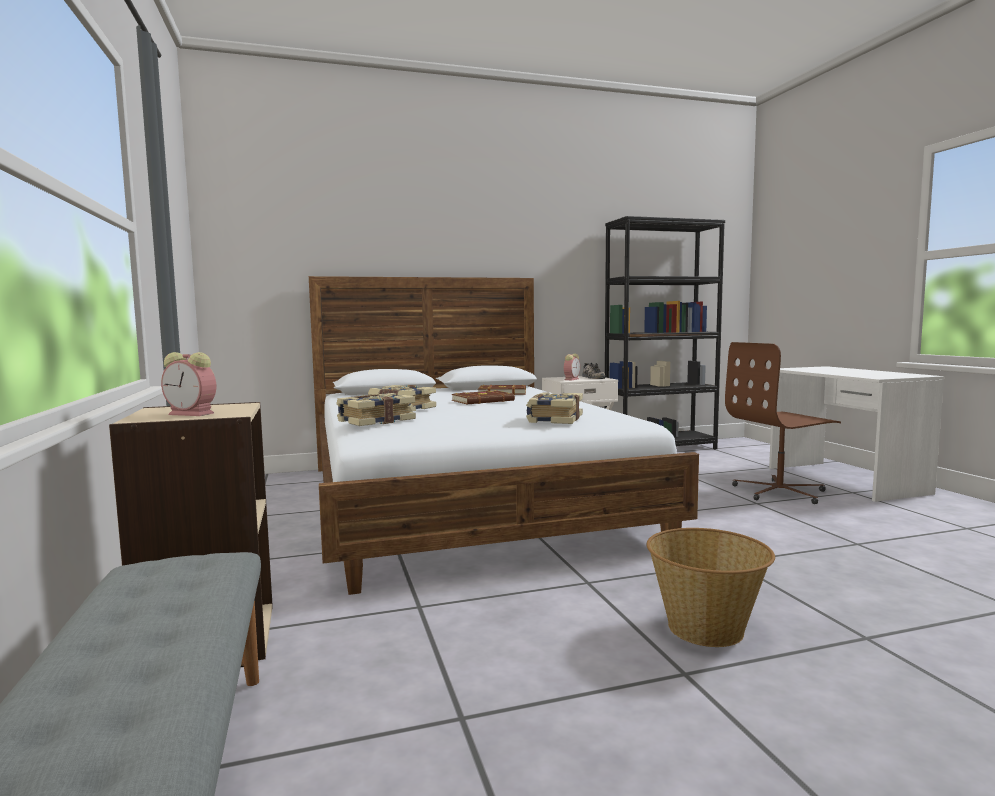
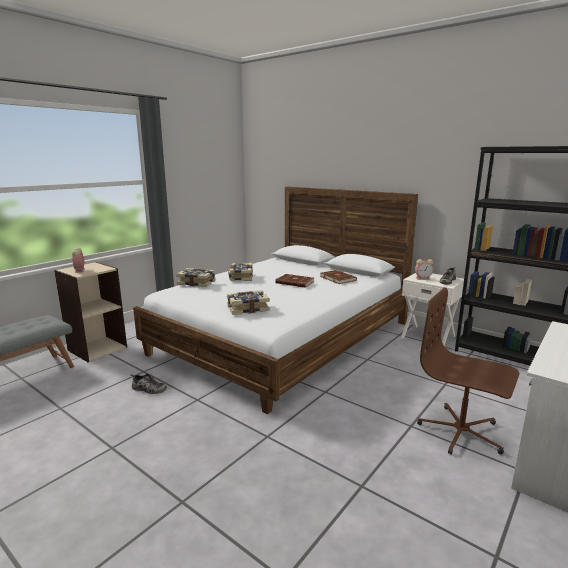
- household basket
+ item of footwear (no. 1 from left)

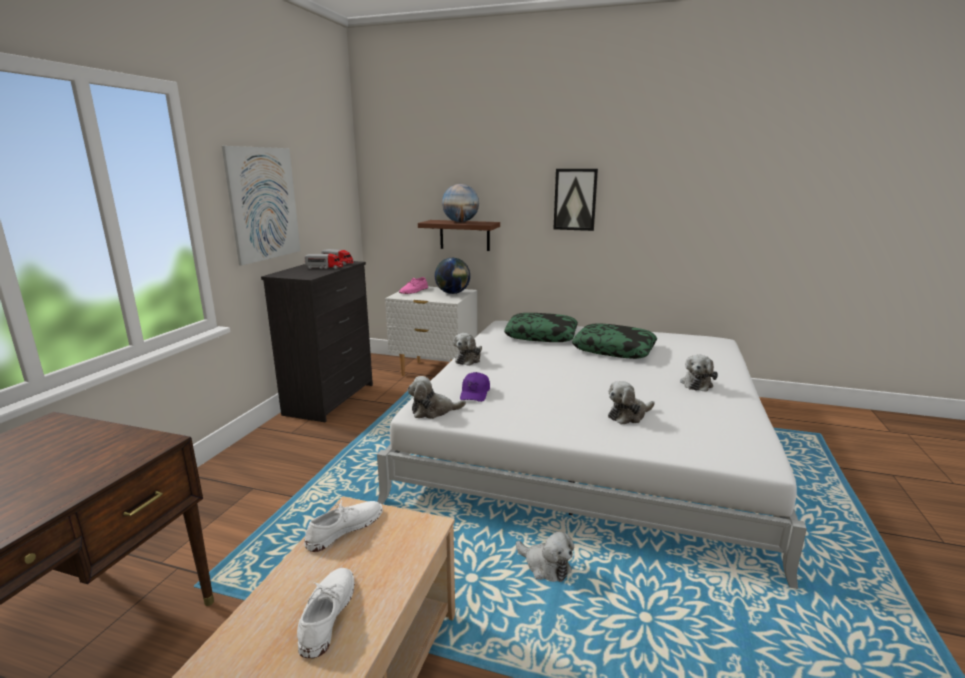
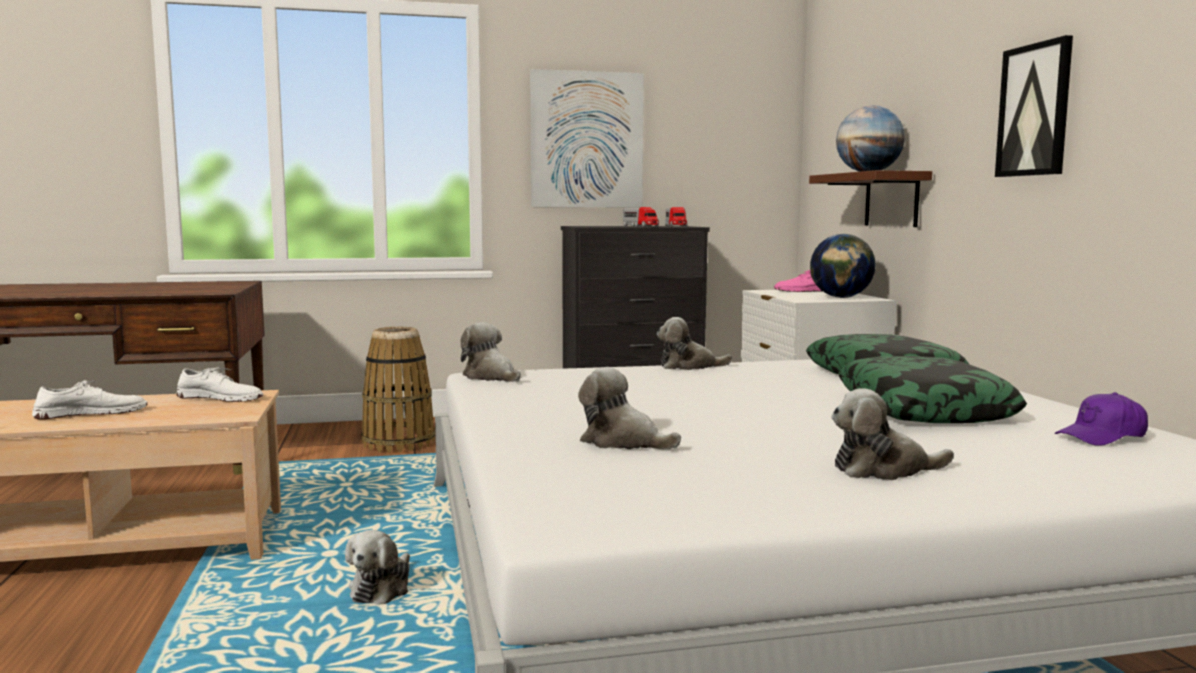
~ purple peaked cap
+ household basket

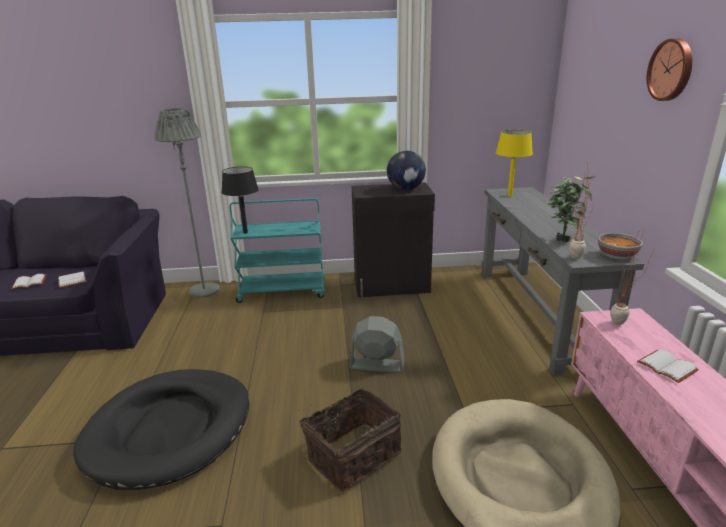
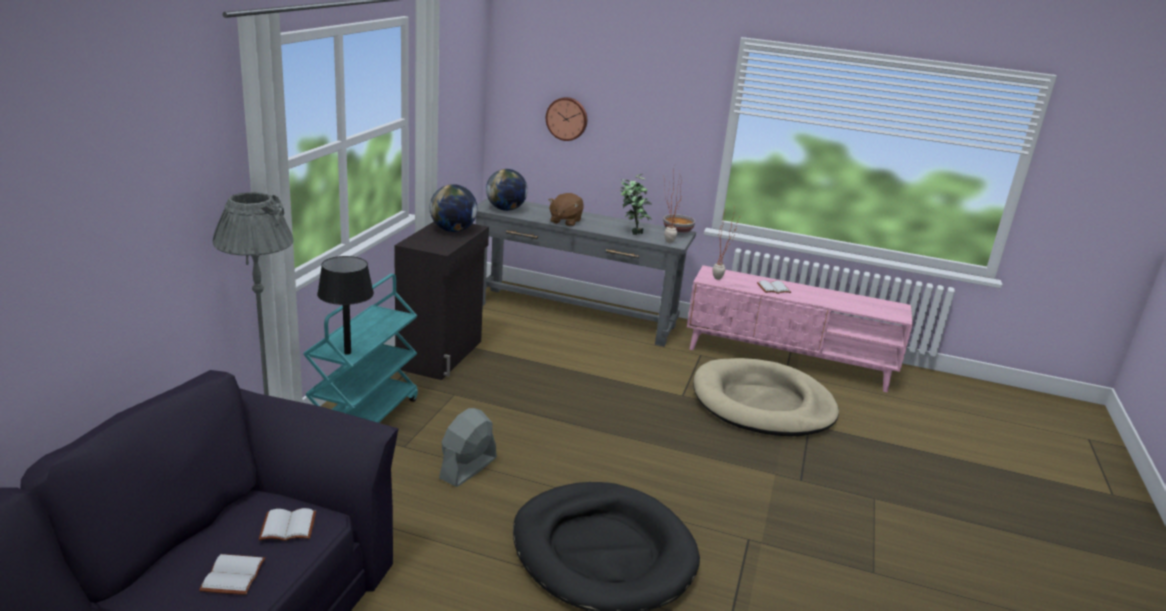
~ clock on the wall
~ yellowish lamp for a table to desk globe (no. 2 from left)
~ grey fan
- household basket
+ brownish cuddly toy

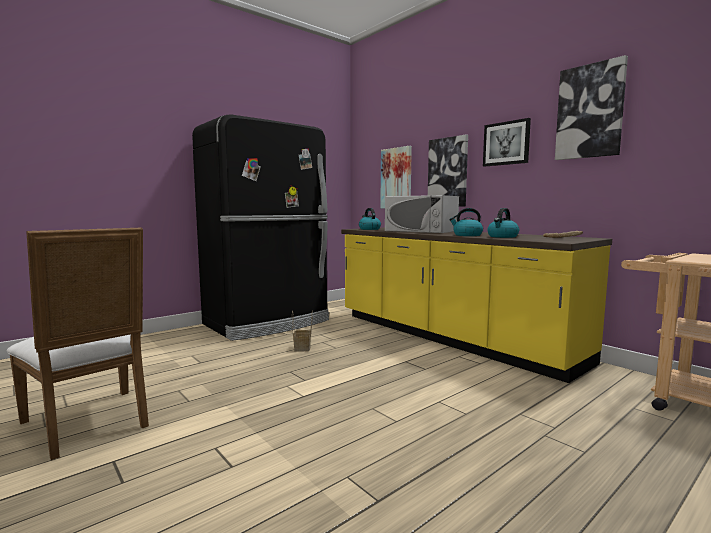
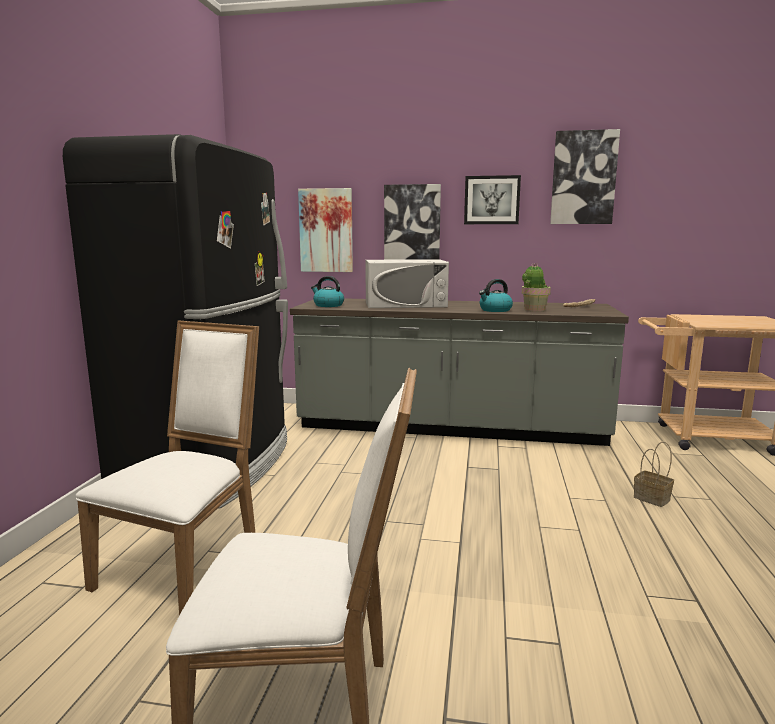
~ water kettle (no. 3 from left) to potted plant
~ yellowish kitchen counter to grey kitchen counter
~ household basket
+ white upright chair (no. 1 from left)

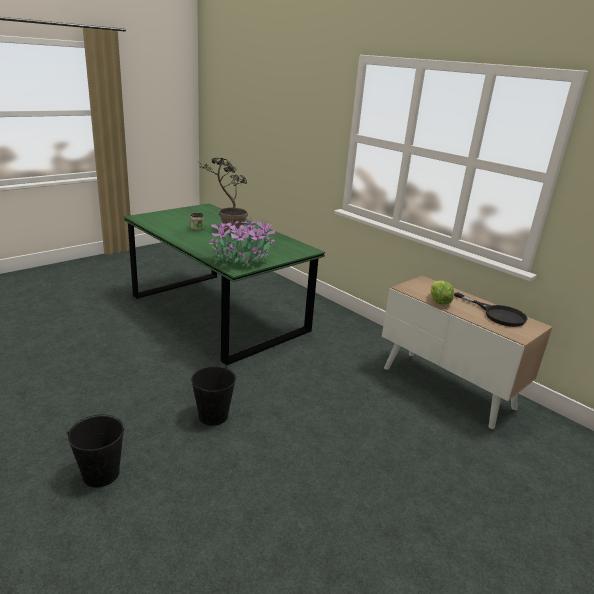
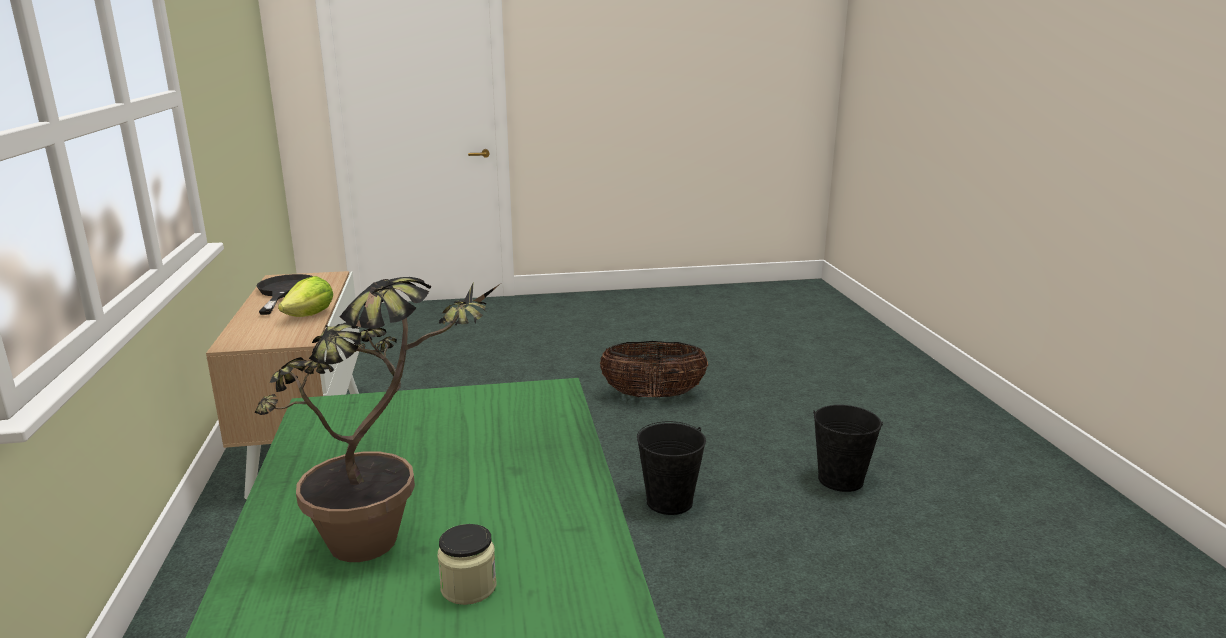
- potted plant (no. 2 from left)
+ household basket

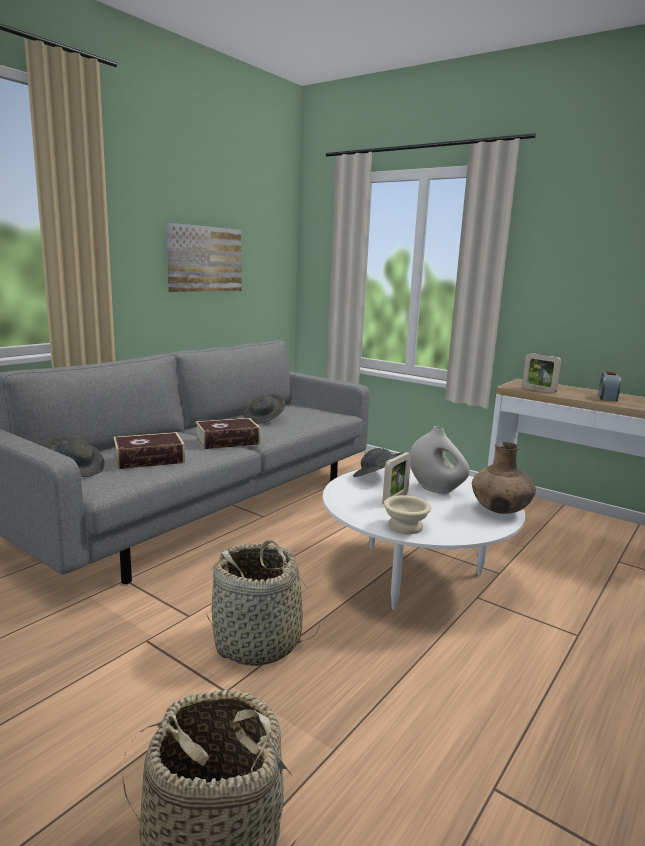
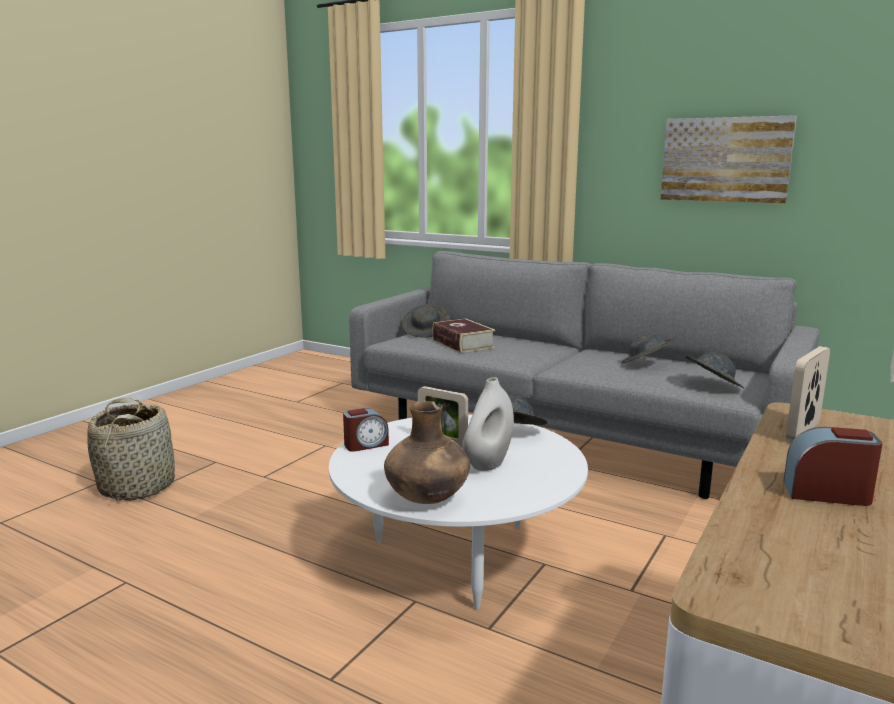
- bound book (no. 2 from left)
~ beige serving bowl to bedside clock (no. 1 from left)
- household basket (no. 2 from left)
+ grey clothing hat (no. 4 from left)

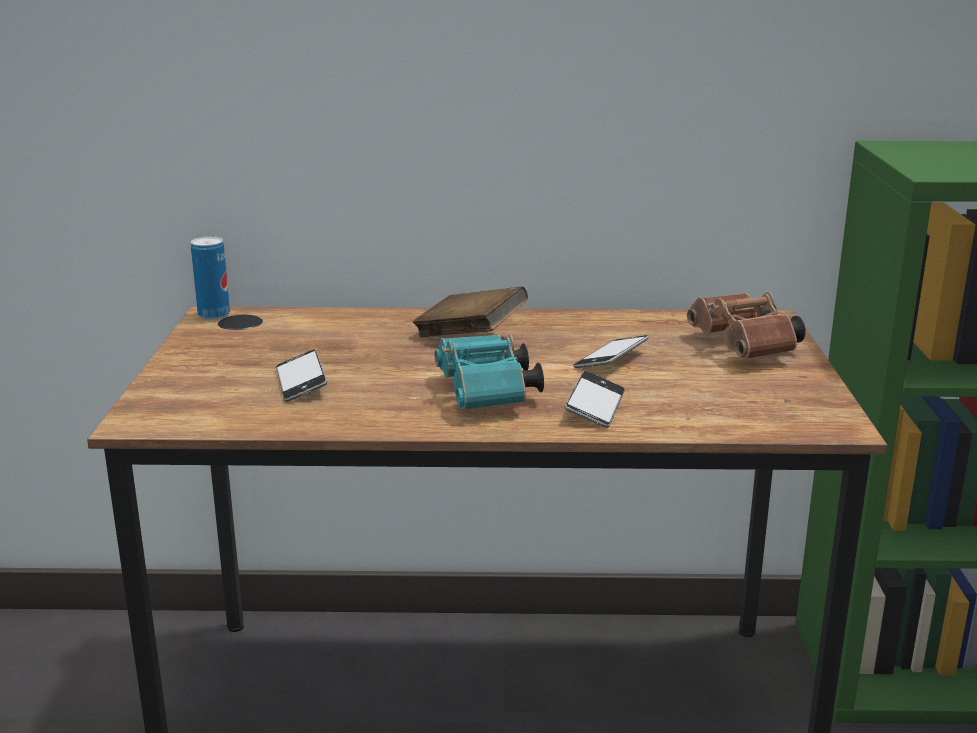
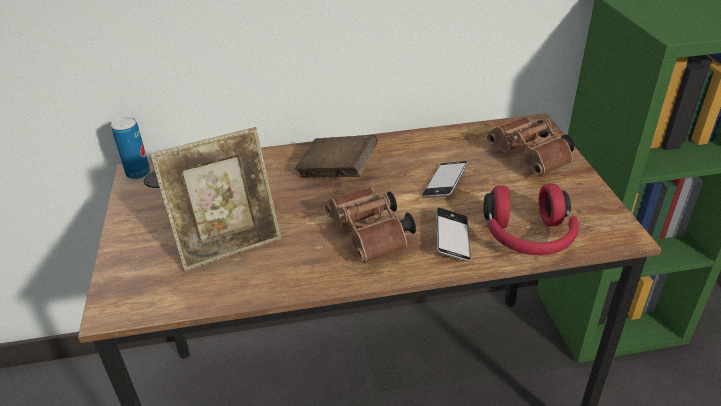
~ blue-green binoculars to brownish binoculars (no. 1 from left)
~ phone (no. 1 from left) to standing frame
+ red headphones

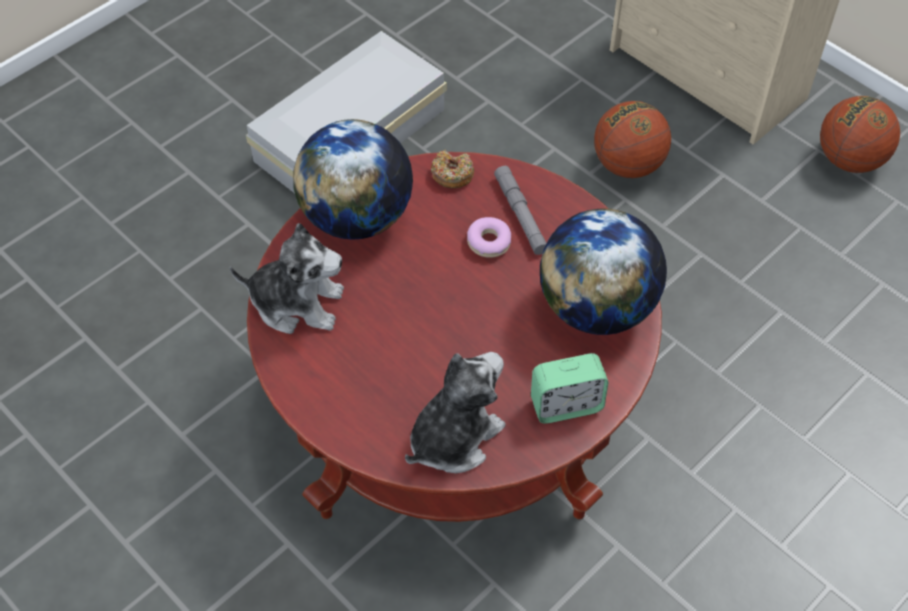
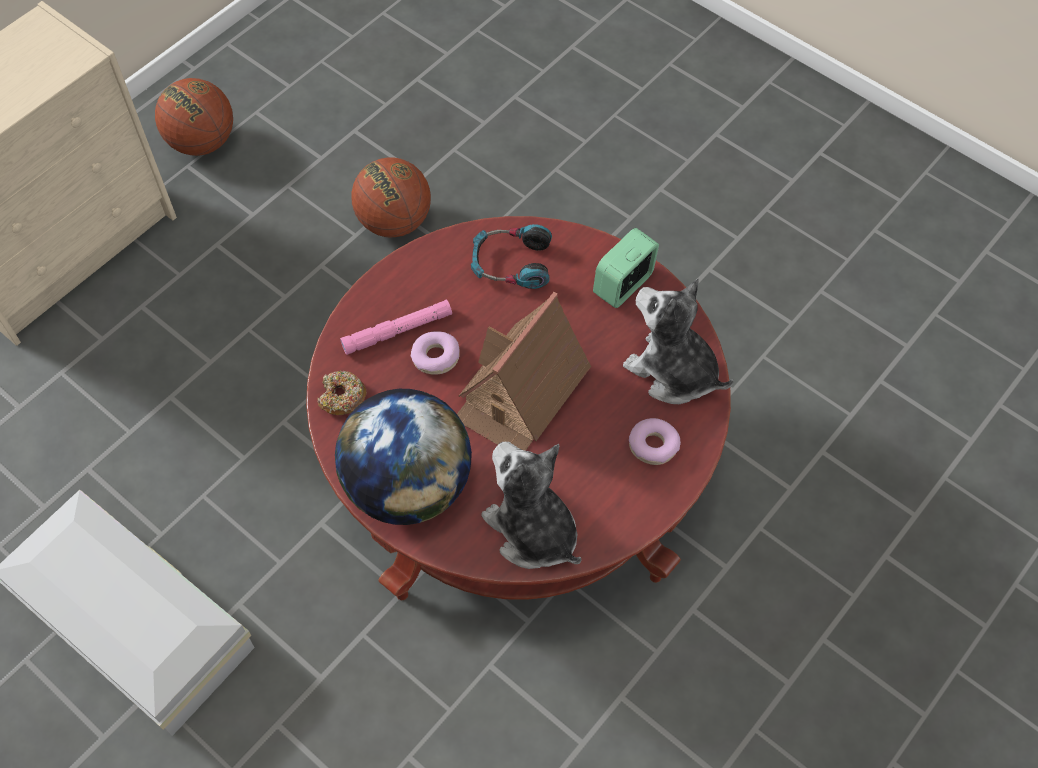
~ ball for basketball (no. 1 from left in the first image) to ball for basketball (no. 2 from left)
~ grey flashlight to pink-coloured flashlight
~ desk globe (no. 2 from left) to headphones
~ cuddly toy (no. 1 from left) 45 degrees counterclockwise
~ bedside clock 120 degrees counterclockwise
+ toy house
+ doughnut (no. 3 from left)

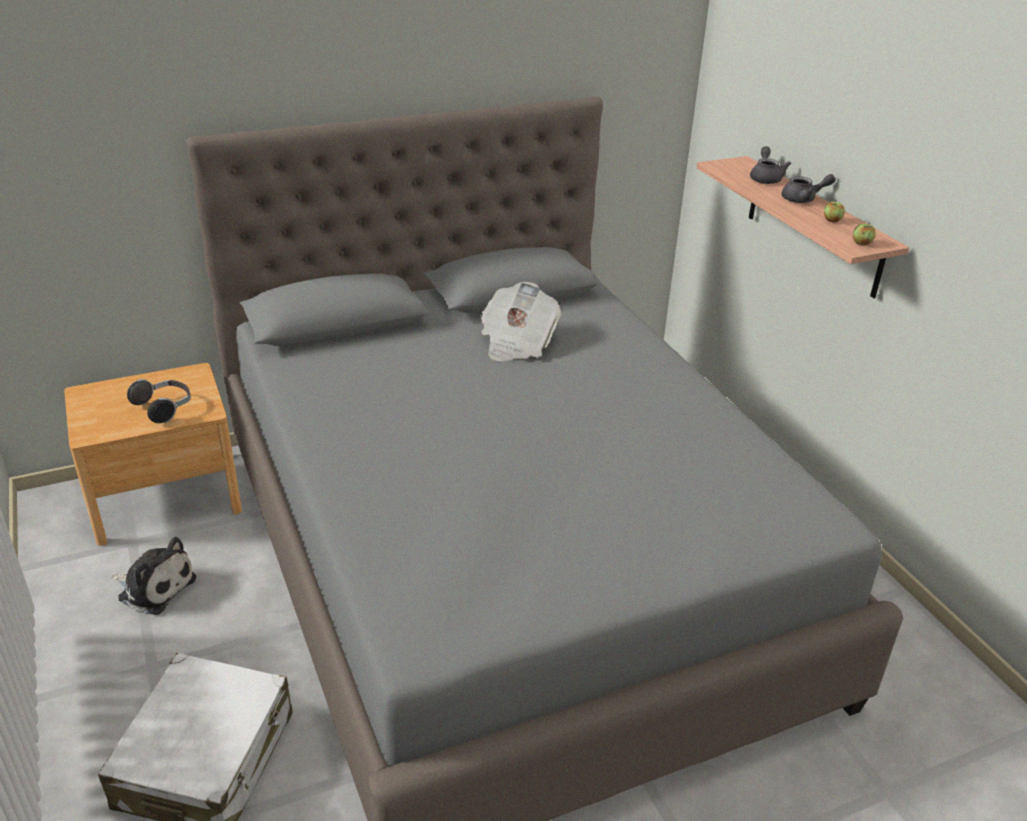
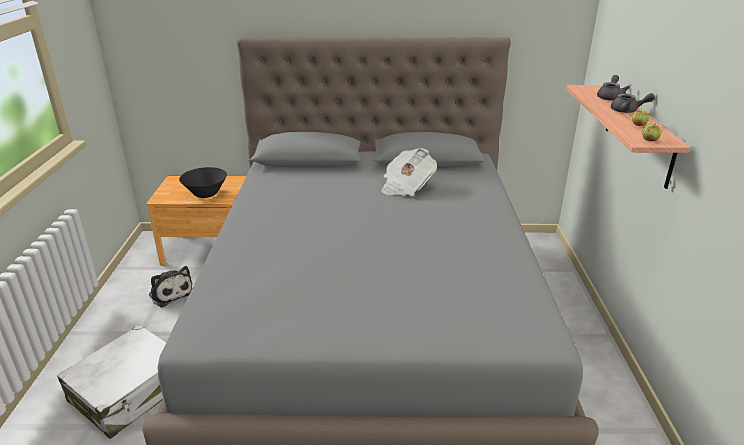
~ headphones to blackish serving bowl

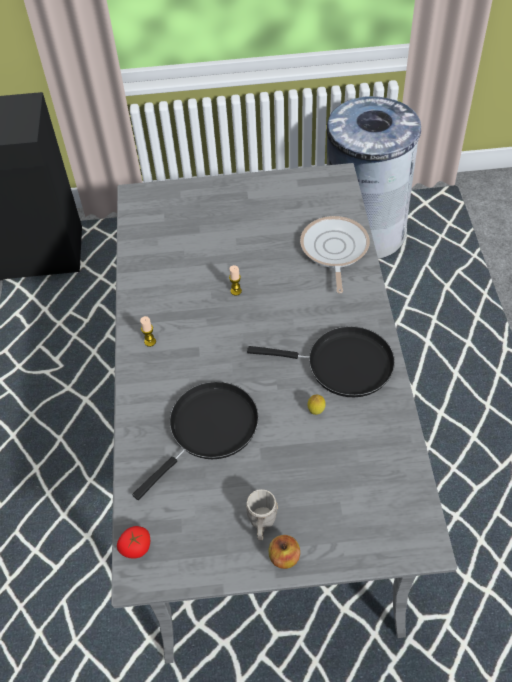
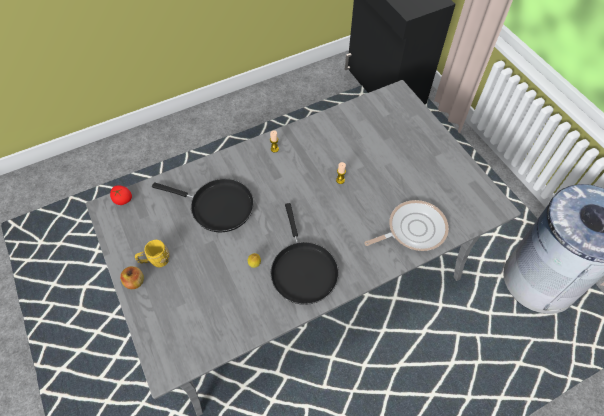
~ grey coffee mug to yellowish coffee mug

